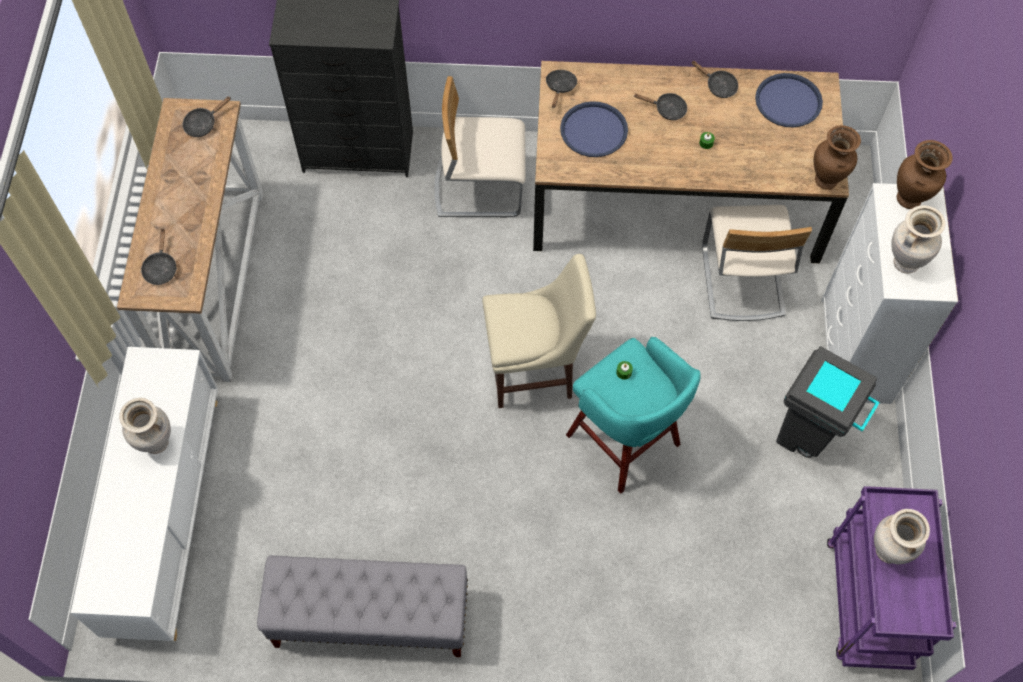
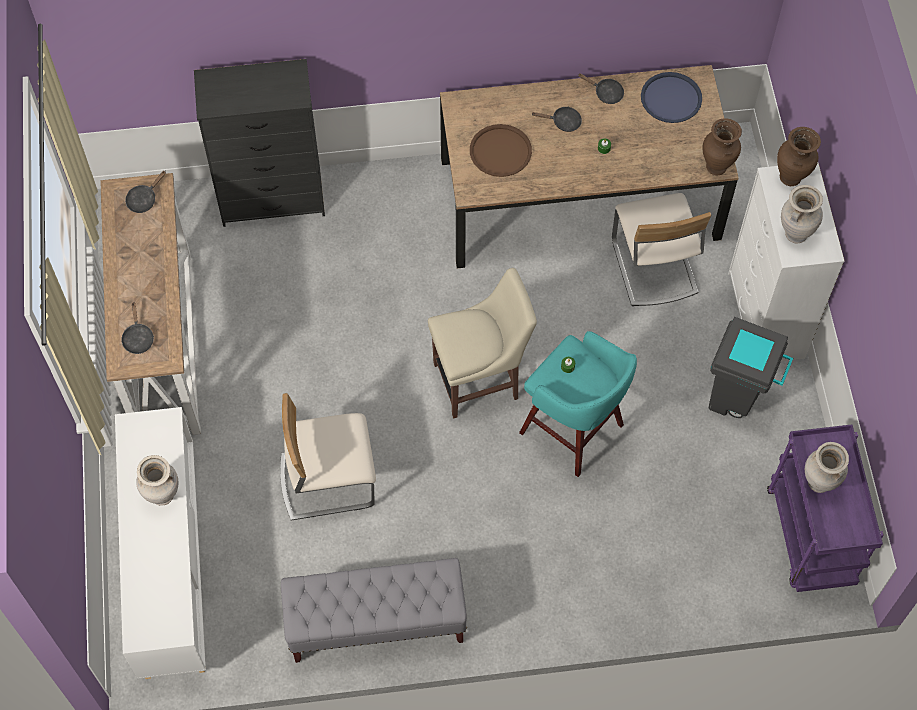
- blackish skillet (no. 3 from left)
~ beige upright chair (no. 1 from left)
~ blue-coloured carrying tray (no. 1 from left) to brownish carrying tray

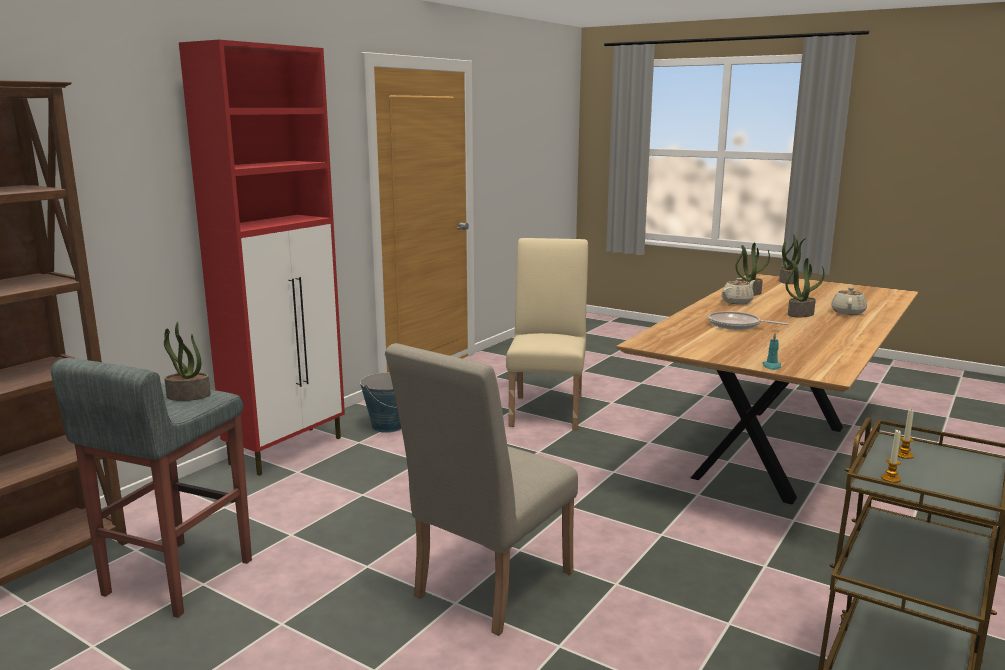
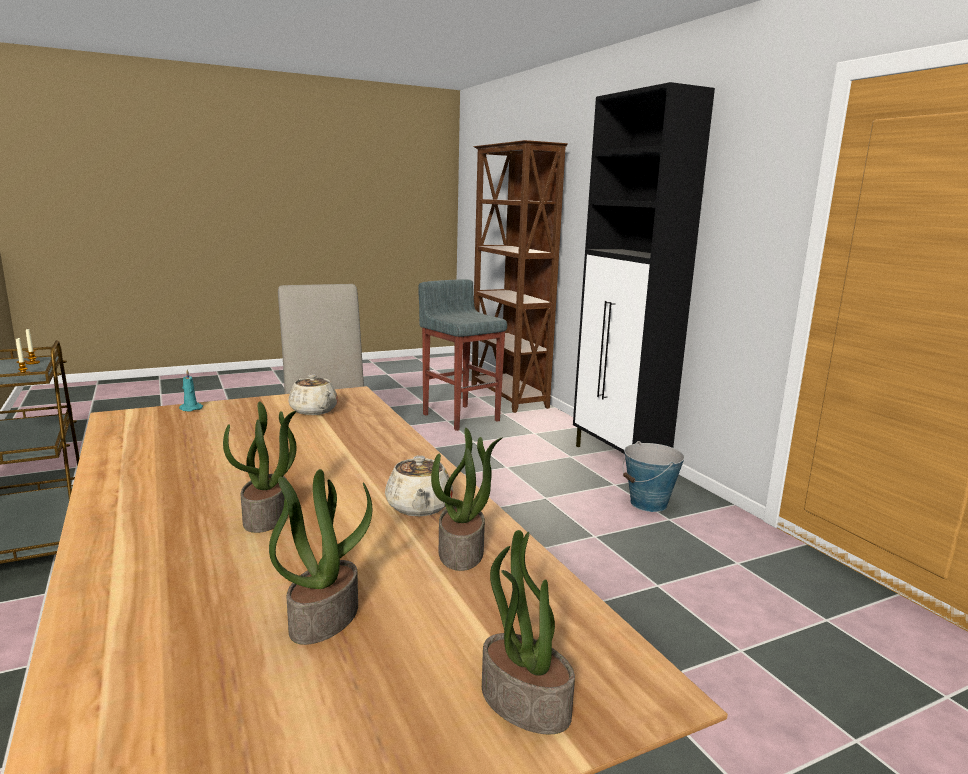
~ red storage cabinet to blackish storage cabinet
- beige upright chair (no. 2 from left)
~ beige pot for tea (no. 2 from left in the first image) to beige pot for tea (no. 1 from left)
- skillet
~ potted plant (no. 1 from left in the first image) to potted plant (no. 2 from left)

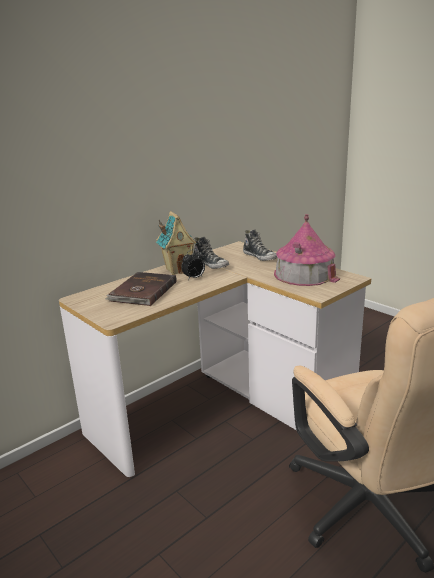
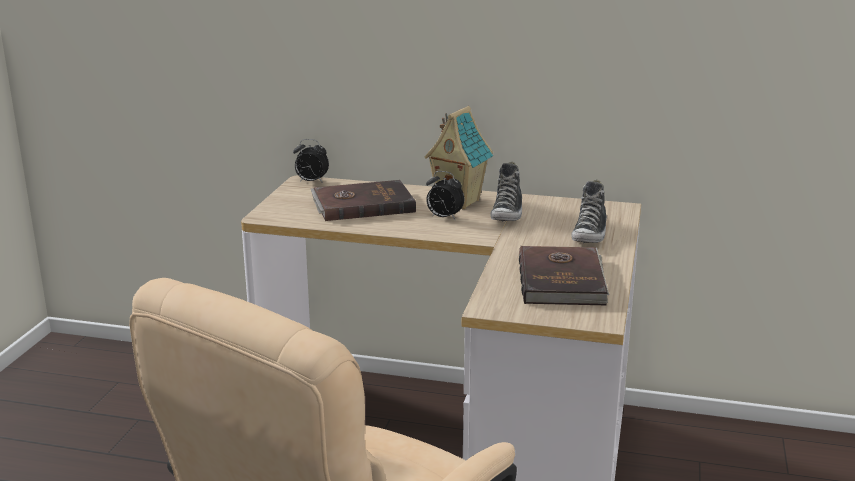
~ toy house (no. 2 from left) to brownish bound book (no. 2 from left)
+ bedside clock (no. 1 from left)

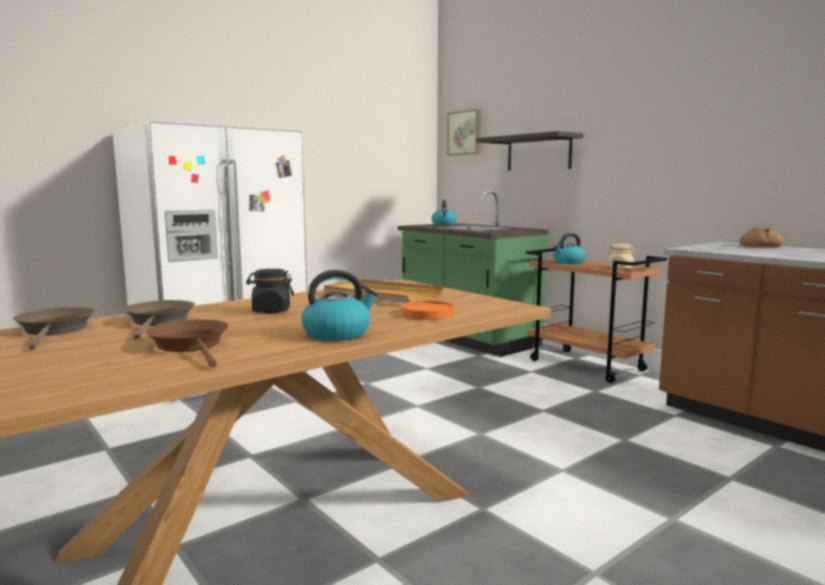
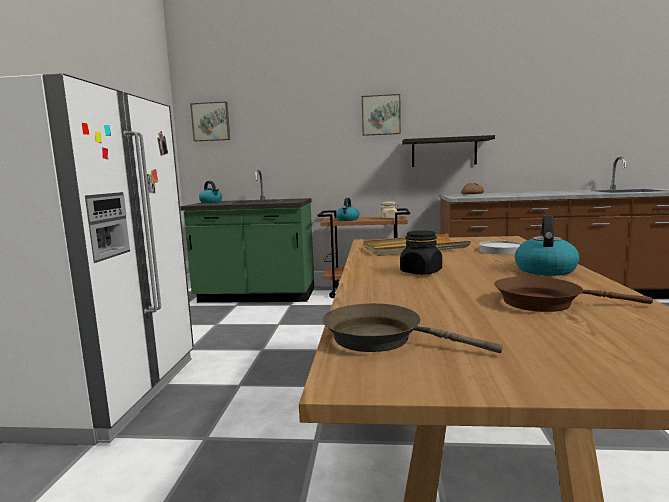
~ shelf
- brownish skillet (no. 2 from left)
~ orangey plate to white plate
+ picture (no. 2 from left)

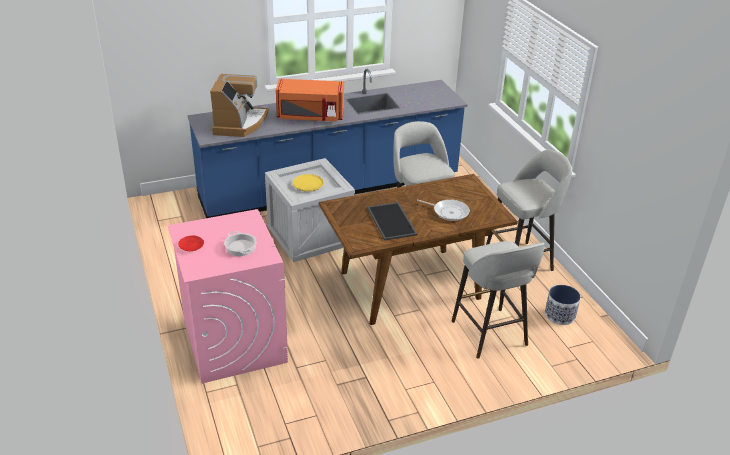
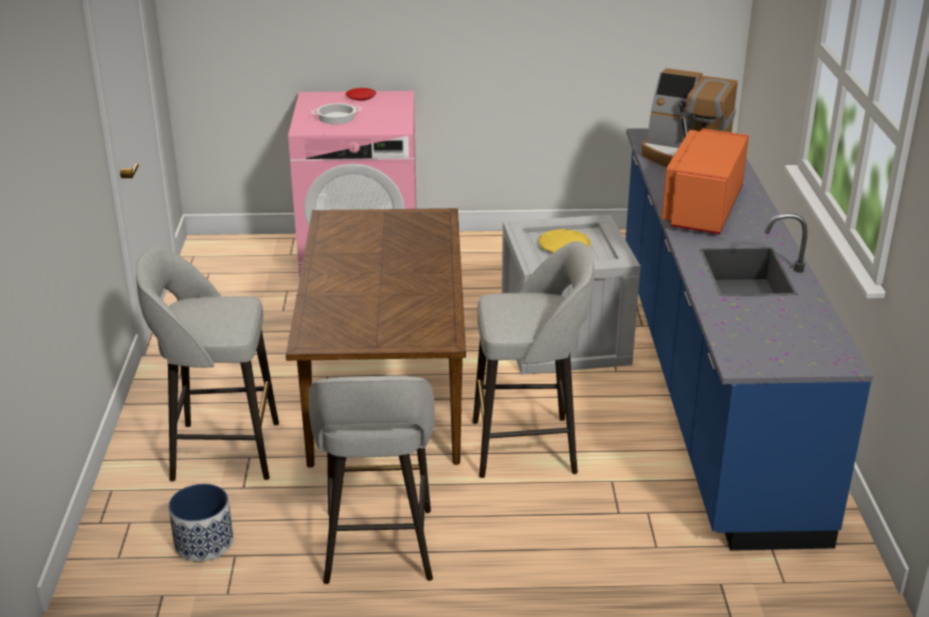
- skillet
- carrying tray

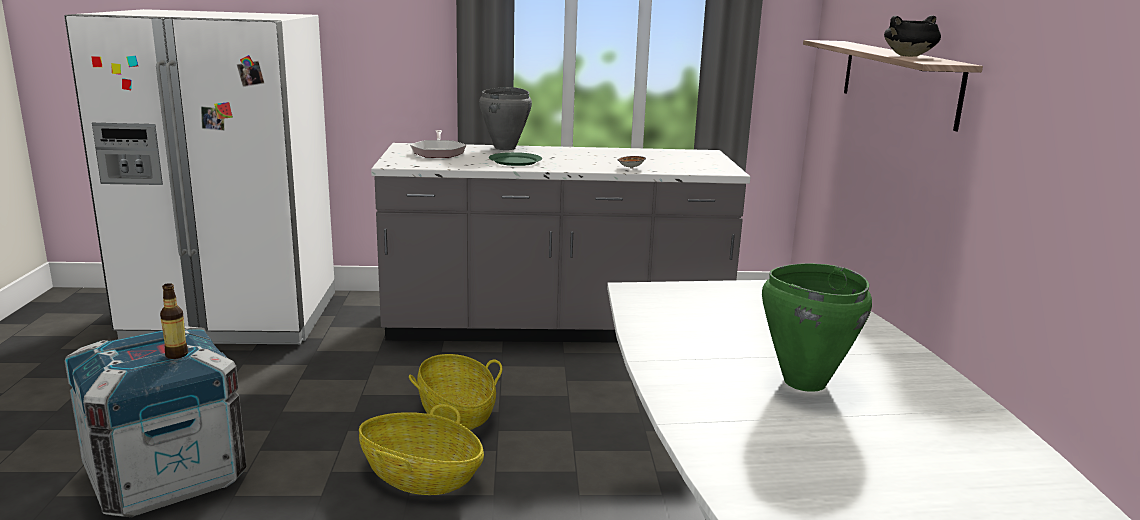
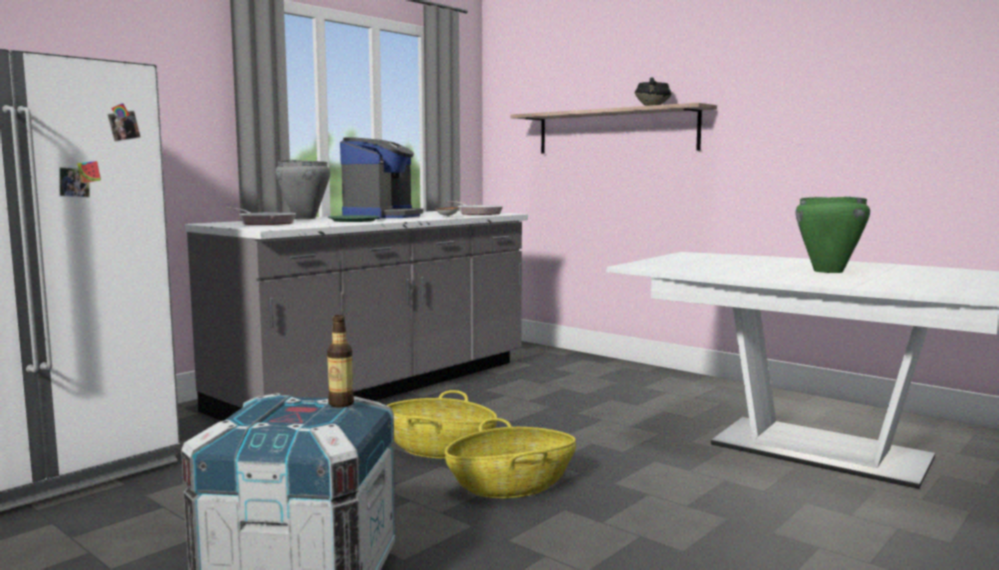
+ coffee brewer
+ skillet (no. 2 from left)

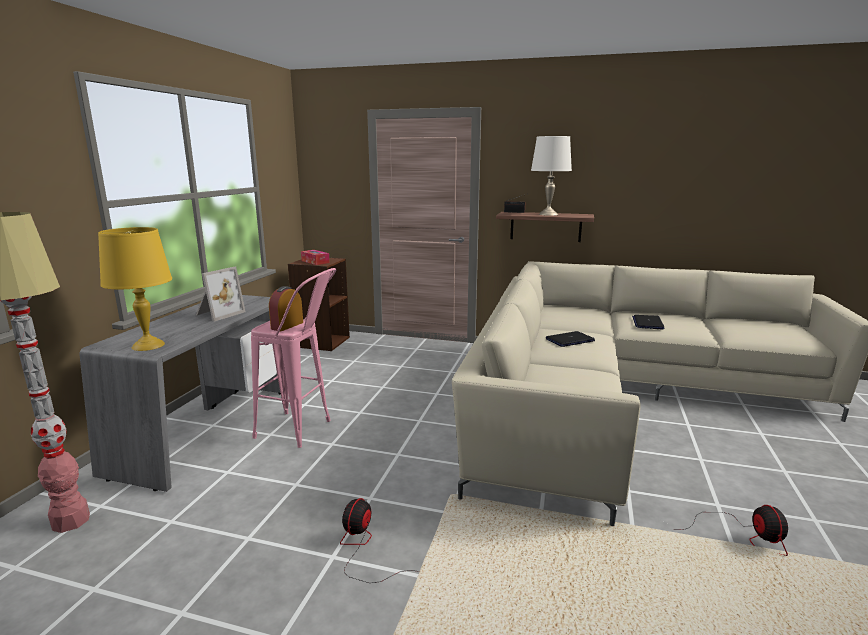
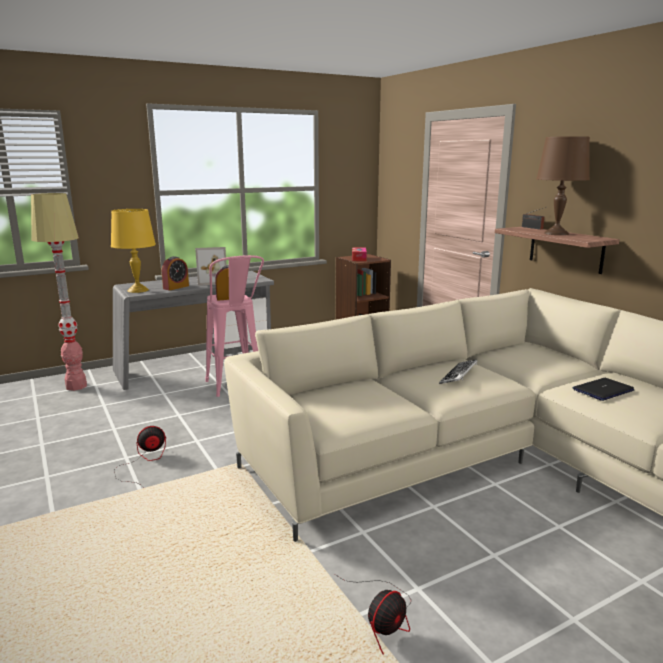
~ white lamp for a table to brownish lamp for a table
~ notebook computer (no. 1 from left) to computer keyboard
+ bedside clock (no. 1 from left)

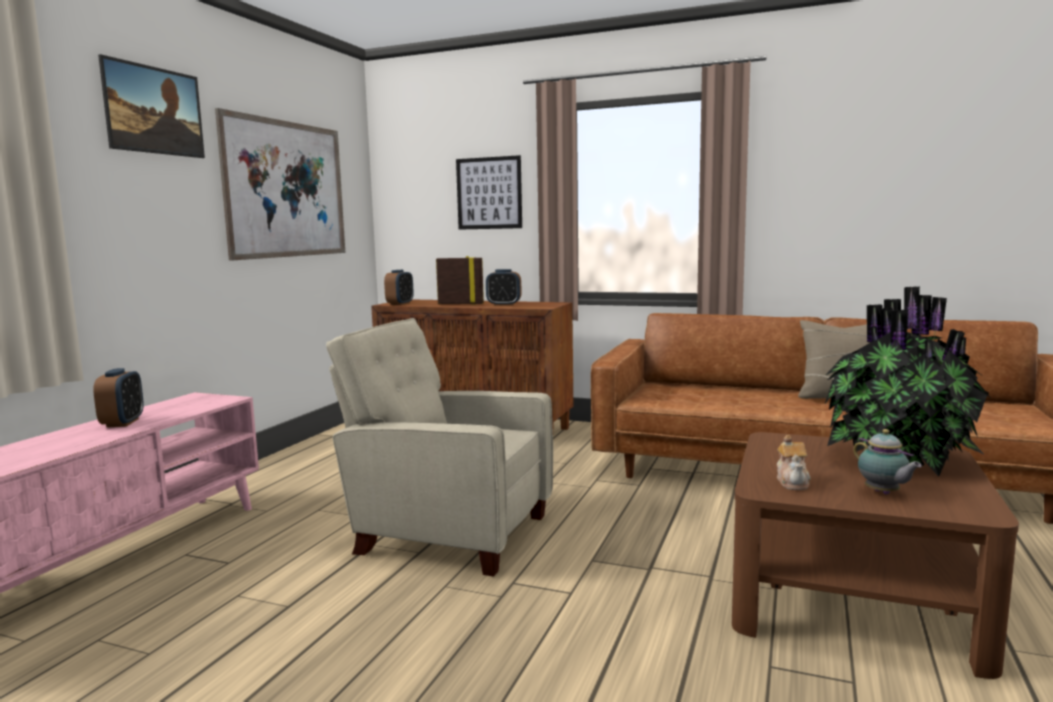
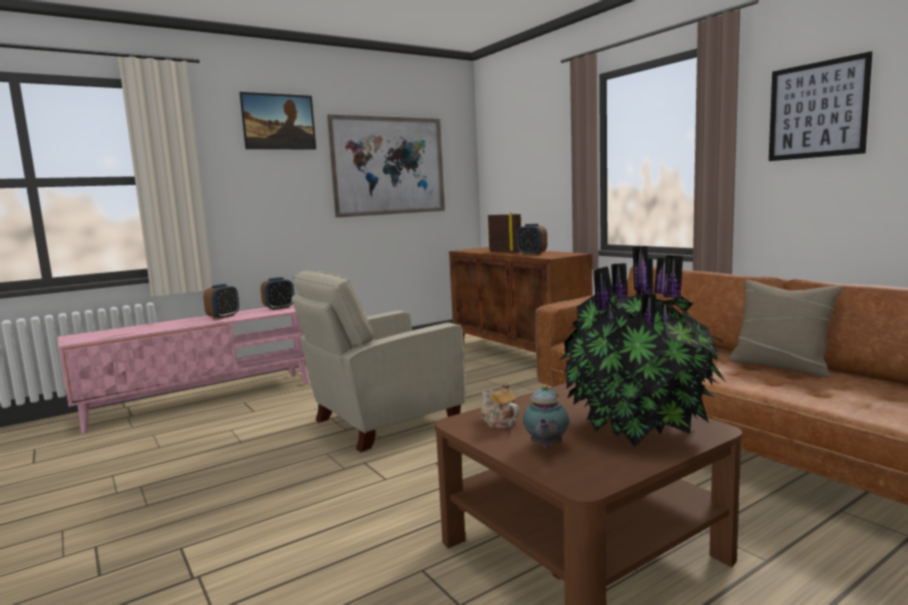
~ picture (no. 3 from left)
~ bedside clock (no. 2 from left)
~ beige easy chair 90 degrees counterclockwise
~ pot for tea (no. 1 from left) 105 degrees clockwise

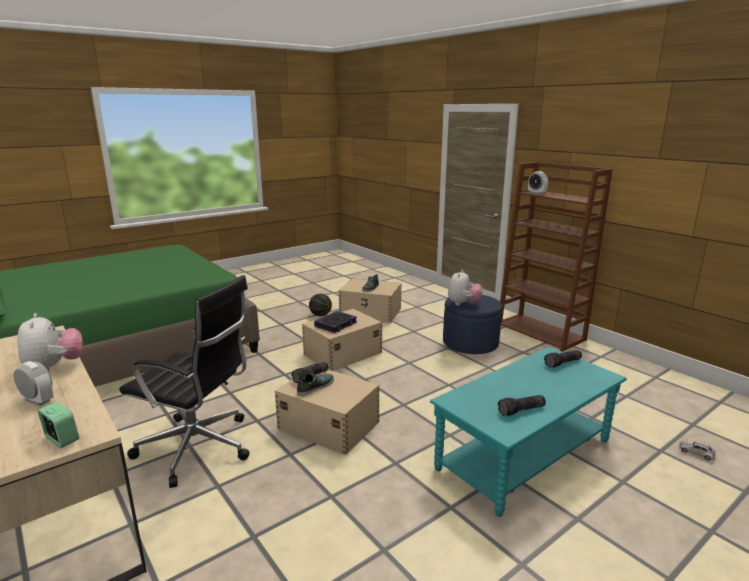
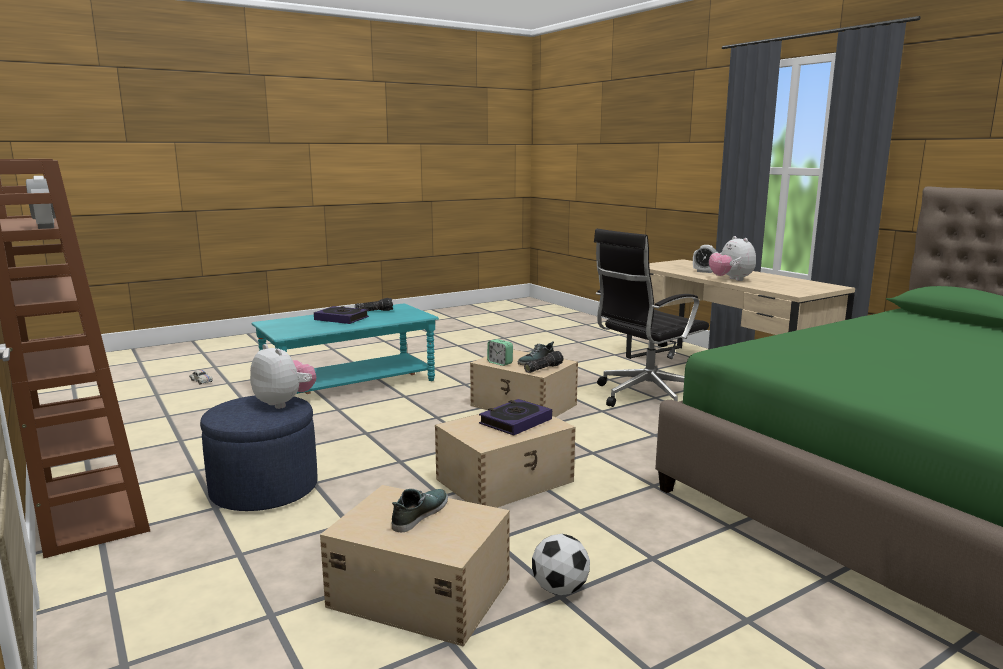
~ cuddly toy (no. 2 from left in the first image) 105 degrees clockwise
~ blackish office chair 60 degrees counterclockwise
~ ball for basketball to football ball
- flashlight (no. 3 from left)
~ bedside clock (no. 2 from left)
+ bound book (no. 1 from left)

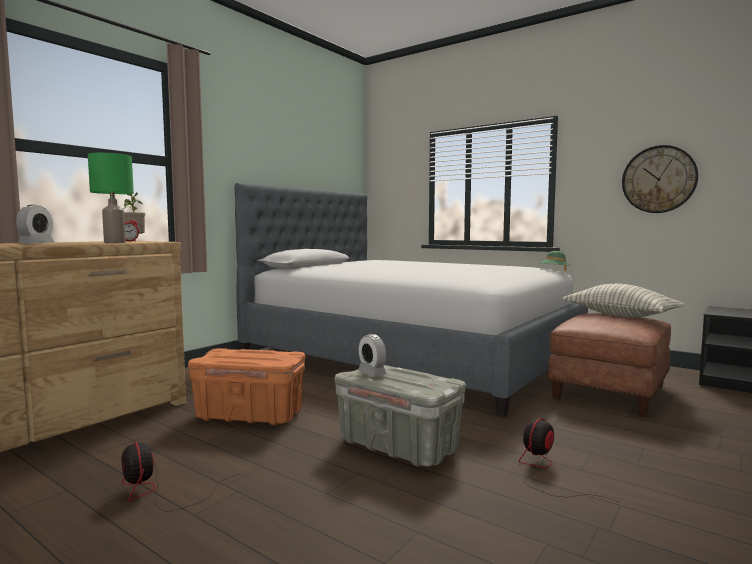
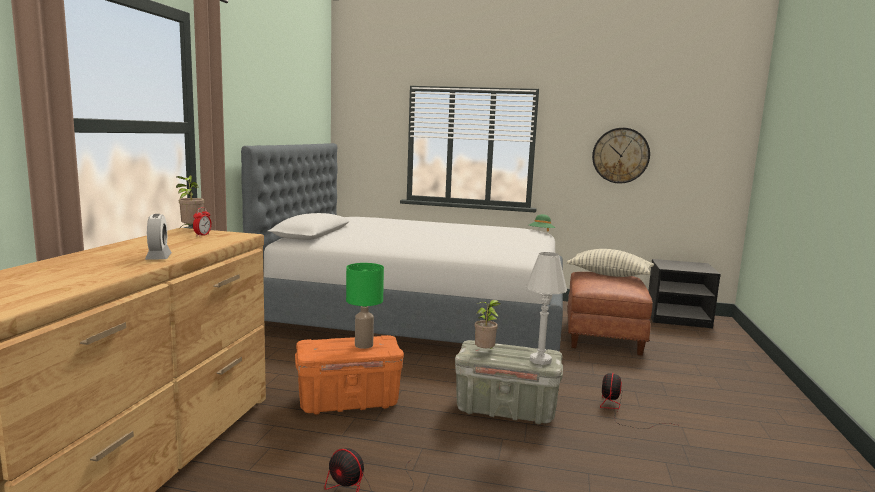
~ green lamp for a table
~ bedside clock (no. 3 from left) to potted plant (no. 2 from left)
+ white lamp for a table

